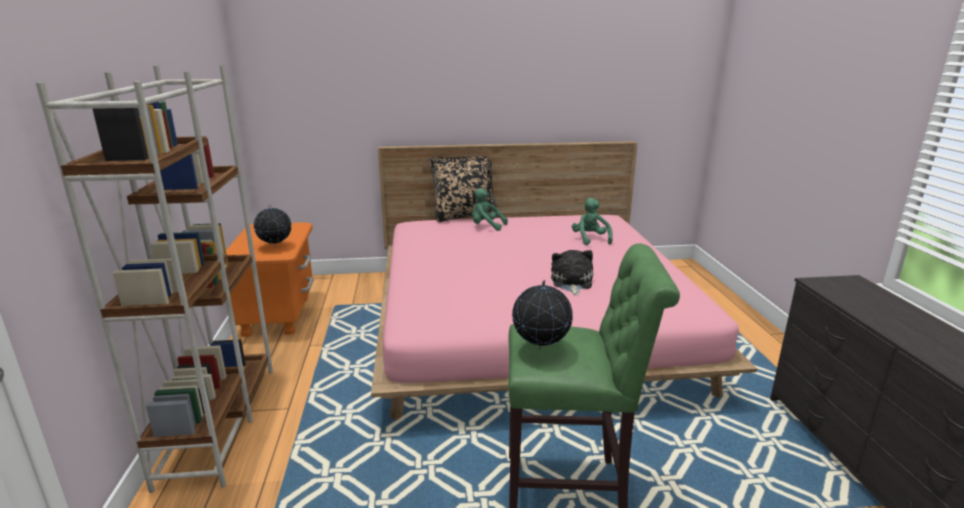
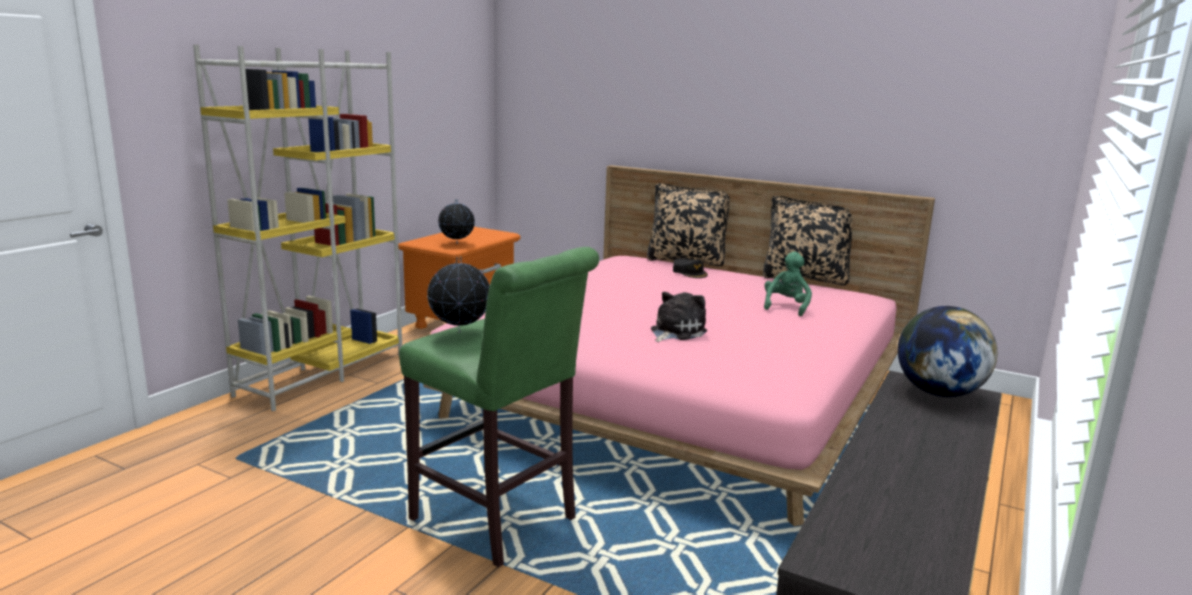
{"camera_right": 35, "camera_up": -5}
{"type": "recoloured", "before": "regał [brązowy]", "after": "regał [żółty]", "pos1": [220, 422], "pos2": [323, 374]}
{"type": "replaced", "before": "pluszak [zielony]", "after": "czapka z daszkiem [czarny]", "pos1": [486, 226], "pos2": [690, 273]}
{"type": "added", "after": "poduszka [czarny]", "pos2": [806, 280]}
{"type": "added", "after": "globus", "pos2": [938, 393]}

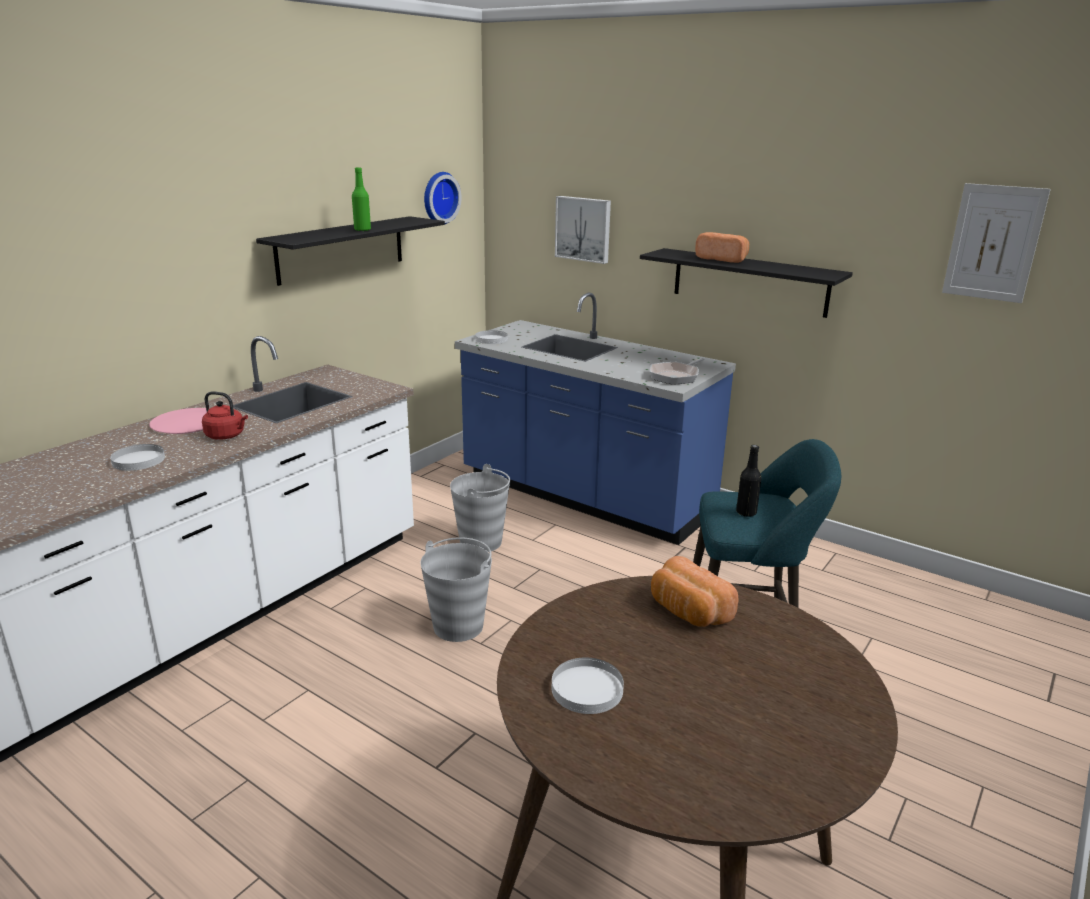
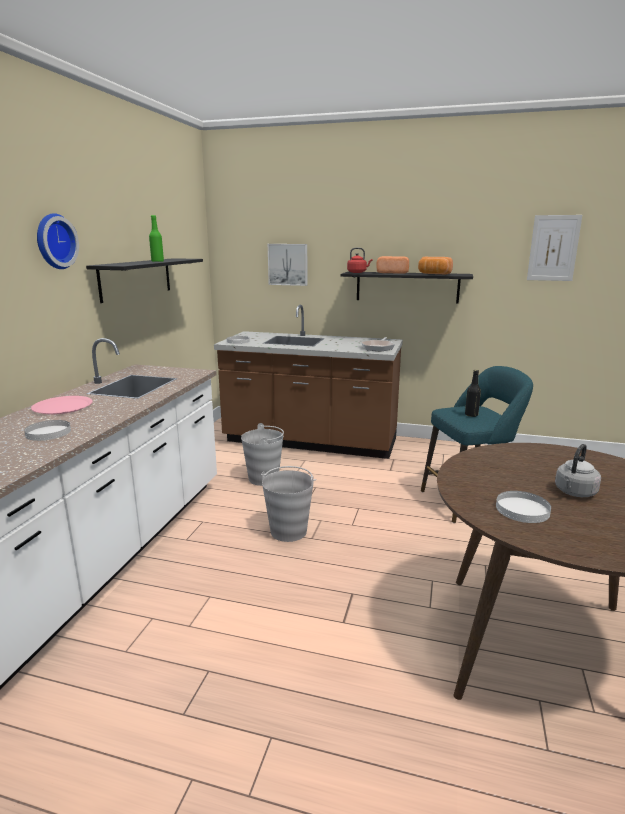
{"camera_right": -20, "camera_up": -5}
{"type": "moved", "before": "zegar ścienny", "pos1": [438, 198], "pos2": [53, 241]}
{"type": "recoloured", "before": "zabudowa kuchenna [niebieski]", "after": "zabudowa kuchenna [brązowy]", "pos1": [584, 496], "pos2": [310, 441]}
{"type": "moved", "before": "czajnik [czerwony]", "pos1": [227, 436], "pos2": [358, 272]}
{"type": "moved", "before": "chleb", "pos1": [687, 612], "pos2": [433, 274]}
{"type": "added", "after": "czajnik [szary]", "pos2": [574, 492]}

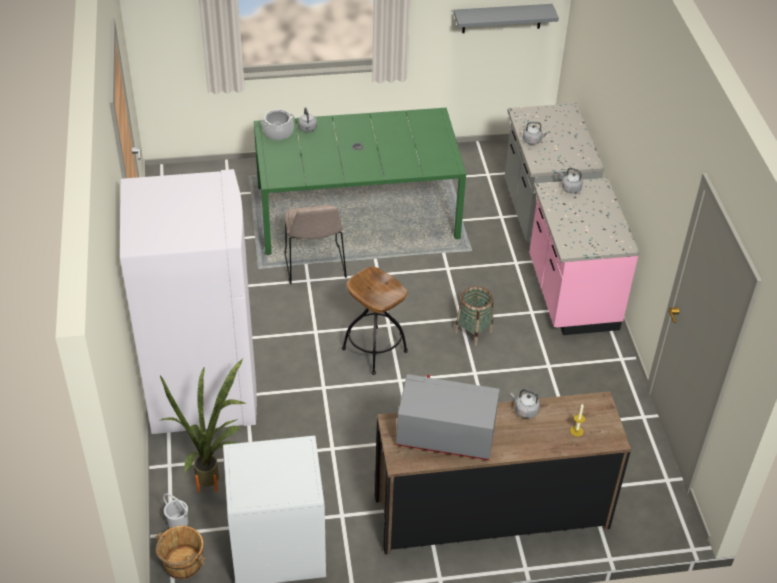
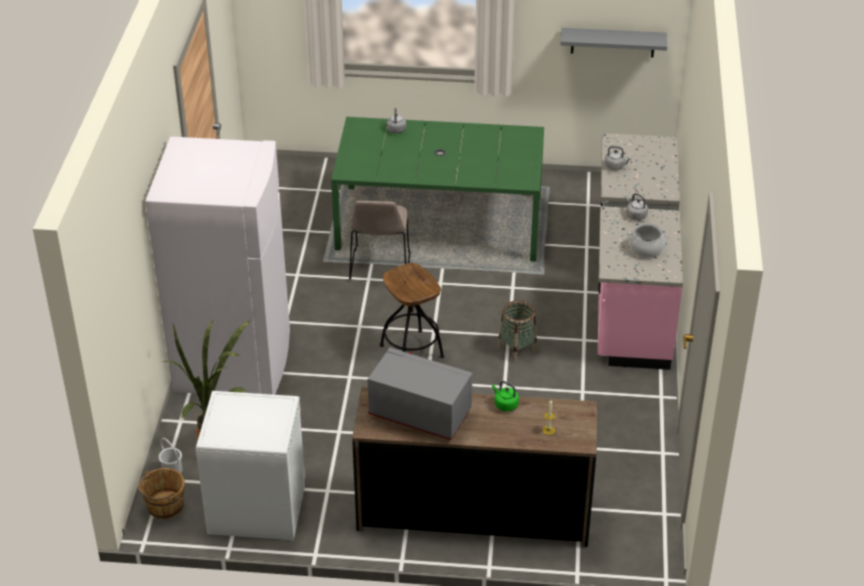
{"camera_right": 15, "camera_up": -5}
{"type": "recoloured", "before": "czajnik [szary]", "after": "czajnik [zielony]", "pos1": [524, 410], "pos2": [505, 404]}
{"type": "moved", "before": "garnek", "pos1": [278, 132], "pos2": [646, 249]}

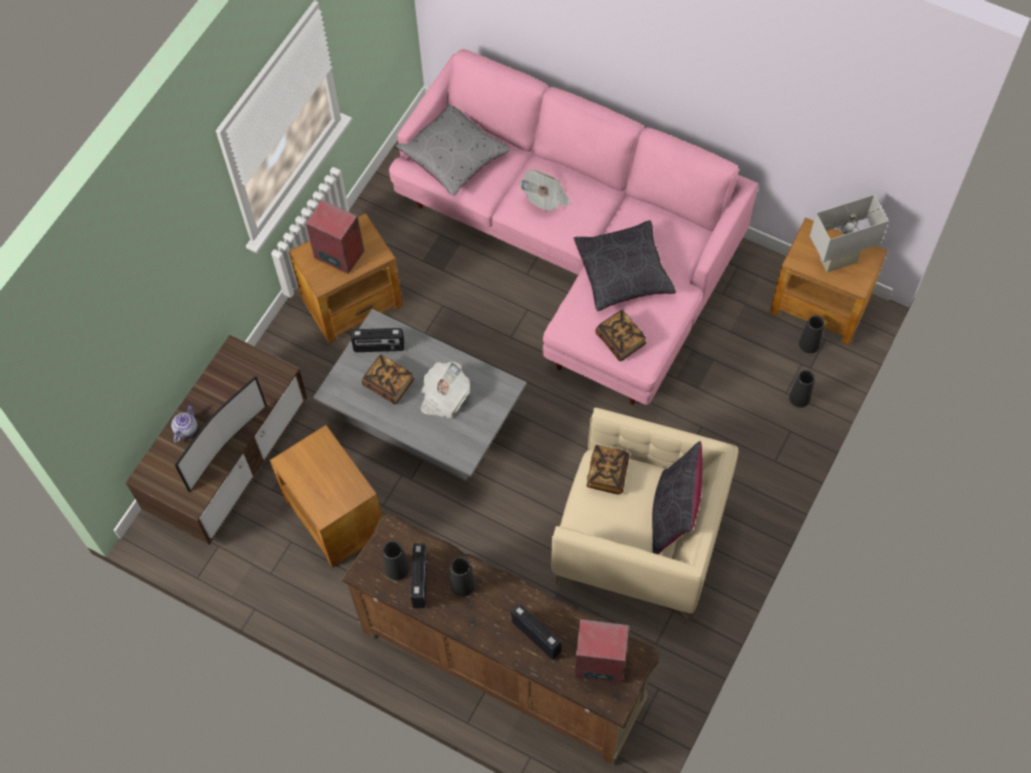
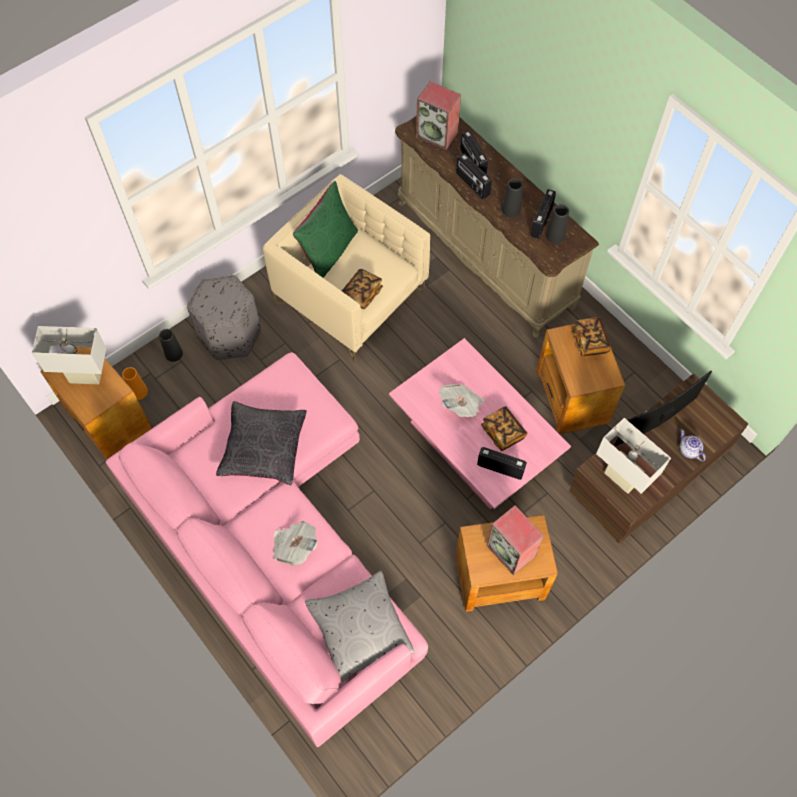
{"camera_right": -160, "camera_up": 0}
{"type": "recoloured", "before": "wazon [czarny]", "after": "wazon [pomarańczowy]", "pos1": [809, 344], "pos2": [138, 391]}
{"type": "added", "after": "pufa [szary]", "pos2": [230, 335]}
{"type": "recoloured", "before": "poduszka [czarny]", "after": "poduszka [zielony]", "pos1": [673, 515], "pos2": [328, 251]}
{"type": "recoloured", "before": "ława [szary]", "after": "ława [różowy]", "pos1": [425, 420], "pos2": [474, 445]}
{"type": "added", "after": "radio", "pos2": [472, 184]}
{"type": "moved", "before": "książka", "pos1": [620, 340], "pos2": [589, 341]}
{"type": "added", "after": "lampa stołowa [biały]", "pos2": [621, 478]}
{"type": "turned", "before": "imbryk", "pos1": [186, 428], "pos2": [688, 450], "turn": 105}

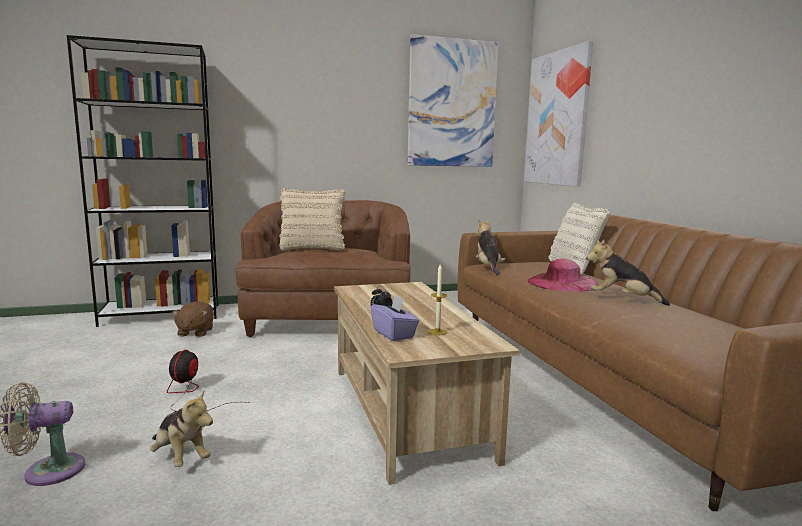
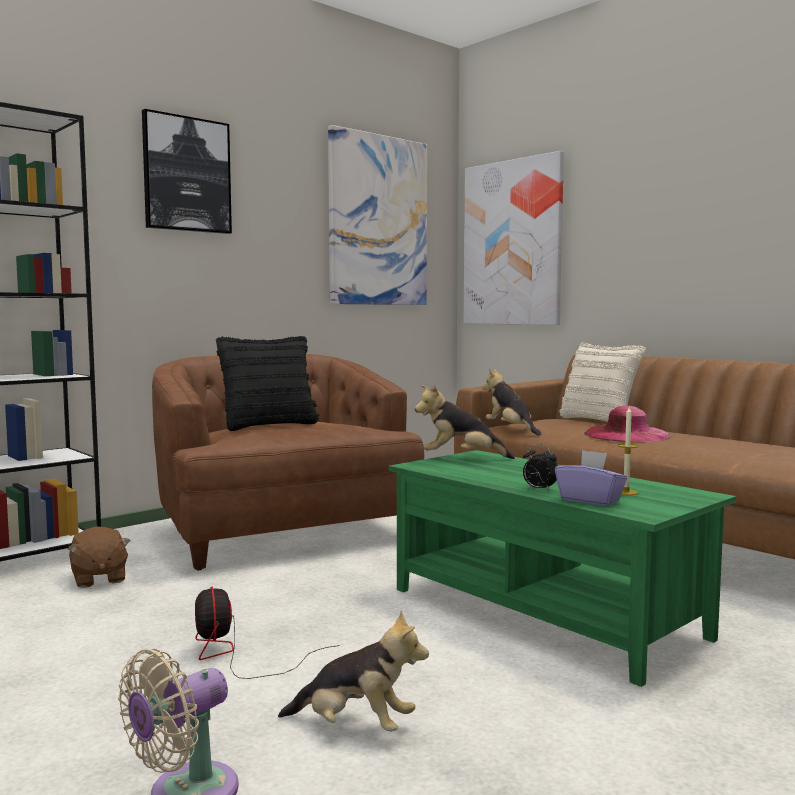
{"camera_right": -25, "camera_up": -5}
{"type": "added", "after": "obraz", "pos2": [186, 174]}
{"type": "recoloured", "before": "poduszka [beżowy]", "after": "poduszka [czarny]", "pos1": [313, 249], "pos2": [269, 426]}
{"type": "recoloured", "before": "ława [beżowy]", "after": "ława [zielony]", "pos1": [407, 411], "pos2": [545, 613]}
{"type": "moved", "before": "pluszak", "pos1": [622, 300], "pos2": [461, 459]}

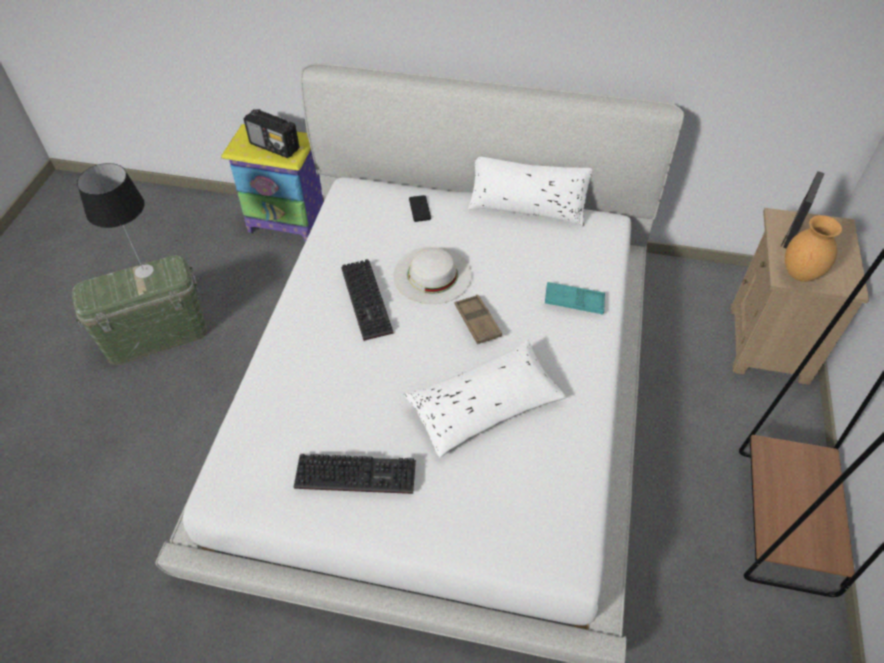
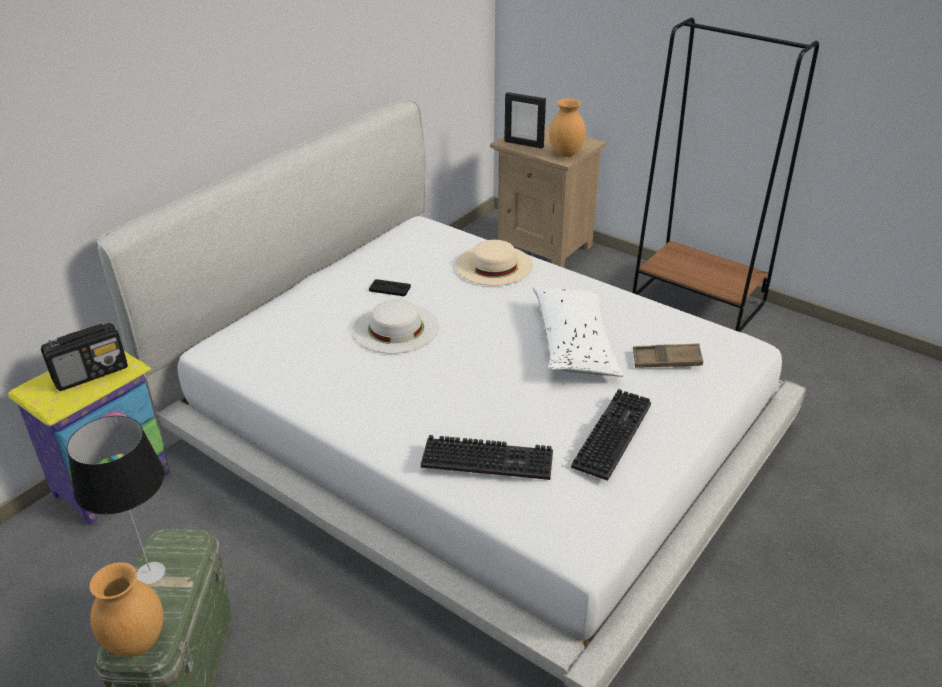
{"camera_right": -65, "camera_up": -15}
{"type": "added", "after": "wazon [brązowy]", "pos2": [137, 642]}
{"type": "moved", "before": "pad do gier [czarny]", "pos1": [419, 209], "pos2": [389, 288]}
{"type": "moved", "before": "klawiatura", "pos1": [369, 301], "pos2": [490, 458]}
{"type": "replaced", "before": "taca [turkusowy]", "after": "kapelusz [beżowy]", "pos1": [574, 301], "pos2": [494, 265]}
{"type": "turned", "before": "ramka na zdjęcie", "pos1": [791, 233], "pos2": [524, 143], "turn": 150}
{"type": "moved", "before": "taca [brązowy]", "pos1": [477, 322], "pos2": [666, 360]}
{"type": "removed", "before": "poduszka [biały]", "pos1": [527, 208]}

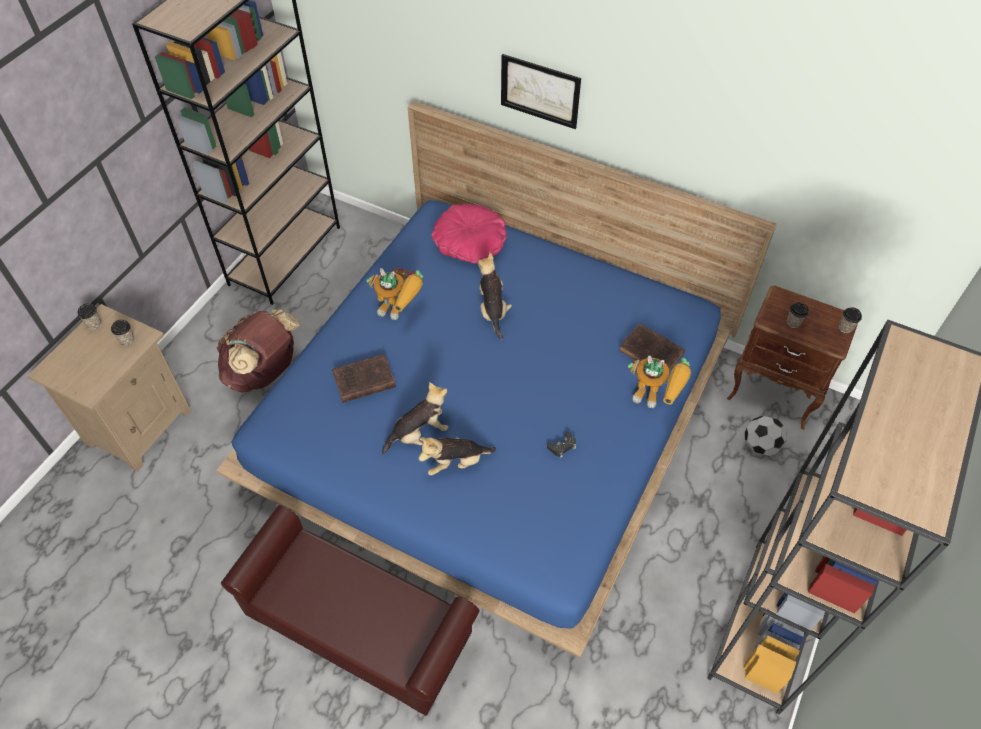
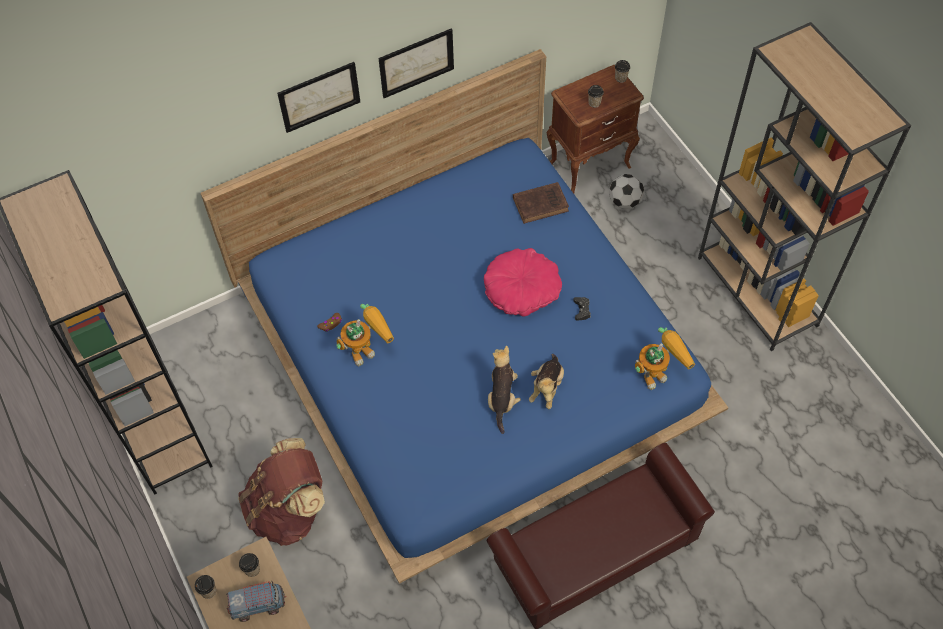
{"camera_right": -55, "camera_up": 5}
{"type": "added", "after": "ciężarówka zabawkowa", "pos2": [258, 605]}
{"type": "added", "after": "obraz", "pos2": [416, 63]}
{"type": "moved", "before": "poduszka [różowy]", "pos1": [471, 241], "pos2": [521, 287]}
{"type": "moved", "before": "robot zabawkowy", "pos1": [656, 398], "pos2": [659, 372]}
{"type": "removed", "before": "książka [brązowy]", "pos1": [362, 381]}
{"type": "removed", "before": "pluszak", "pos1": [492, 310]}

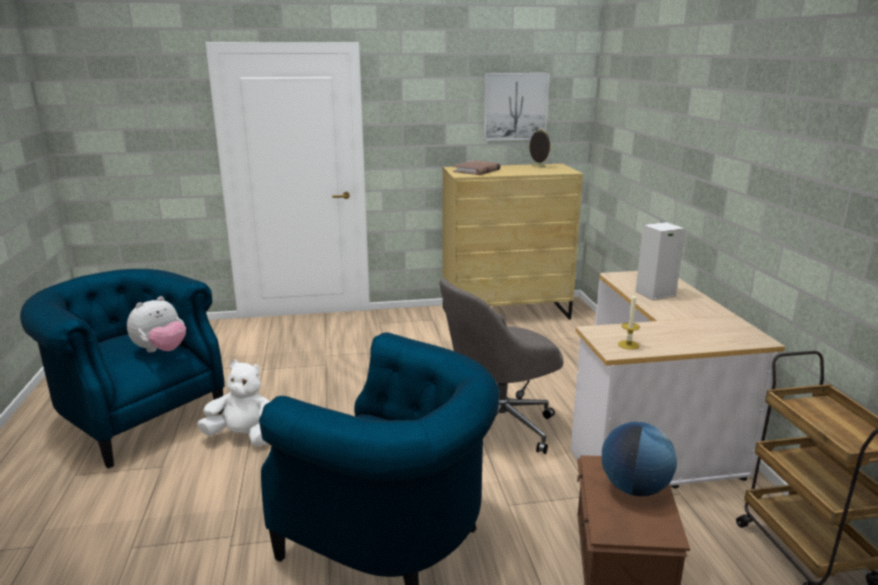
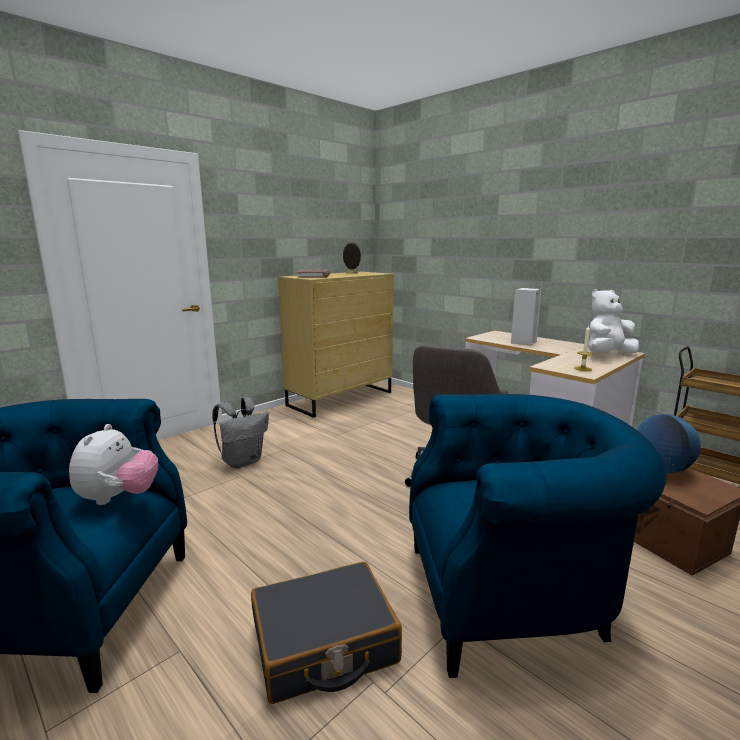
{"camera_right": -35, "camera_up": -5}
{"type": "added", "after": "plecak [szary]", "pos2": [243, 461]}
{"type": "added", "after": "walizka [czarny]", "pos2": [324, 644]}
{"type": "moved", "before": "pluszak [biały]", "pos1": [244, 437], "pos2": [607, 355]}
{"type": "removed", "before": "obraz", "pos1": [515, 106]}

